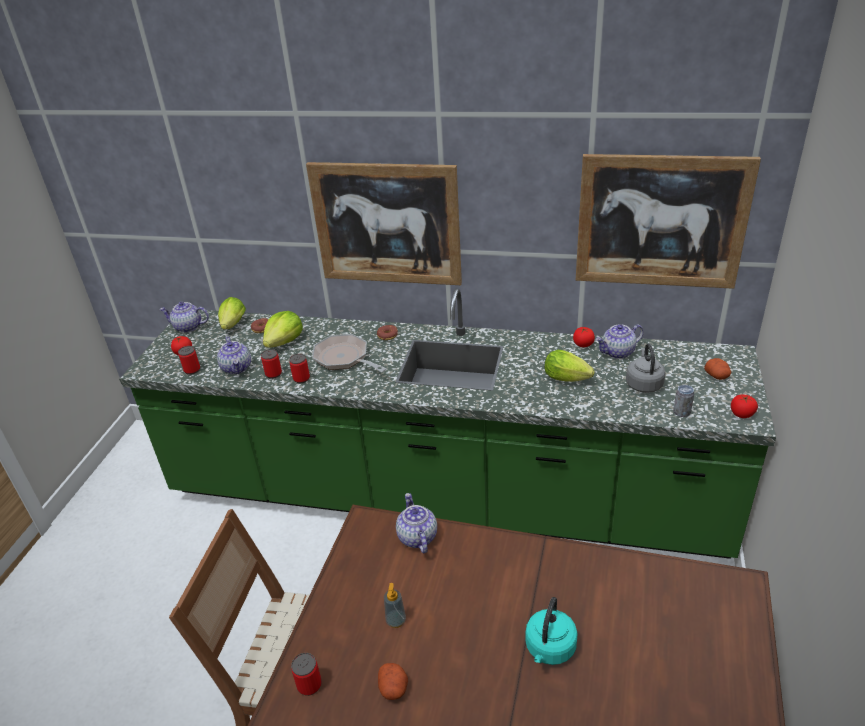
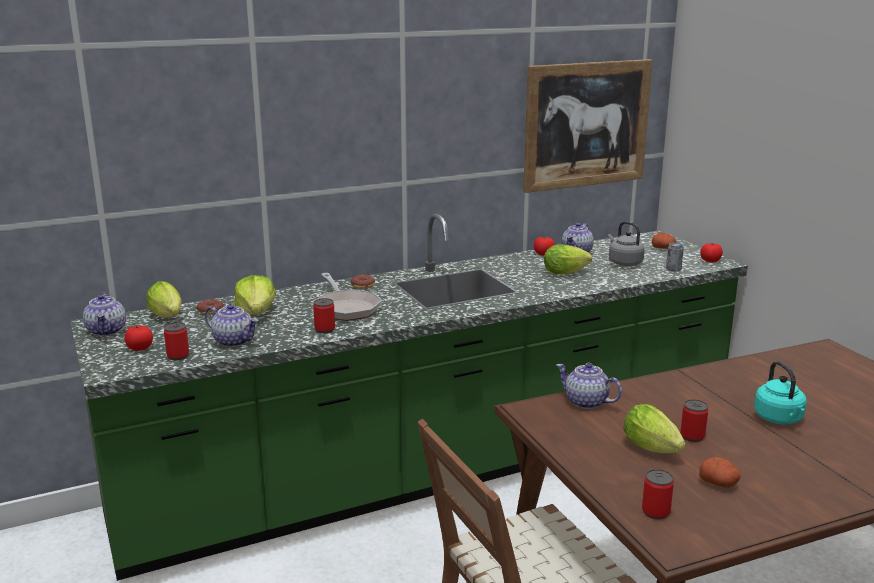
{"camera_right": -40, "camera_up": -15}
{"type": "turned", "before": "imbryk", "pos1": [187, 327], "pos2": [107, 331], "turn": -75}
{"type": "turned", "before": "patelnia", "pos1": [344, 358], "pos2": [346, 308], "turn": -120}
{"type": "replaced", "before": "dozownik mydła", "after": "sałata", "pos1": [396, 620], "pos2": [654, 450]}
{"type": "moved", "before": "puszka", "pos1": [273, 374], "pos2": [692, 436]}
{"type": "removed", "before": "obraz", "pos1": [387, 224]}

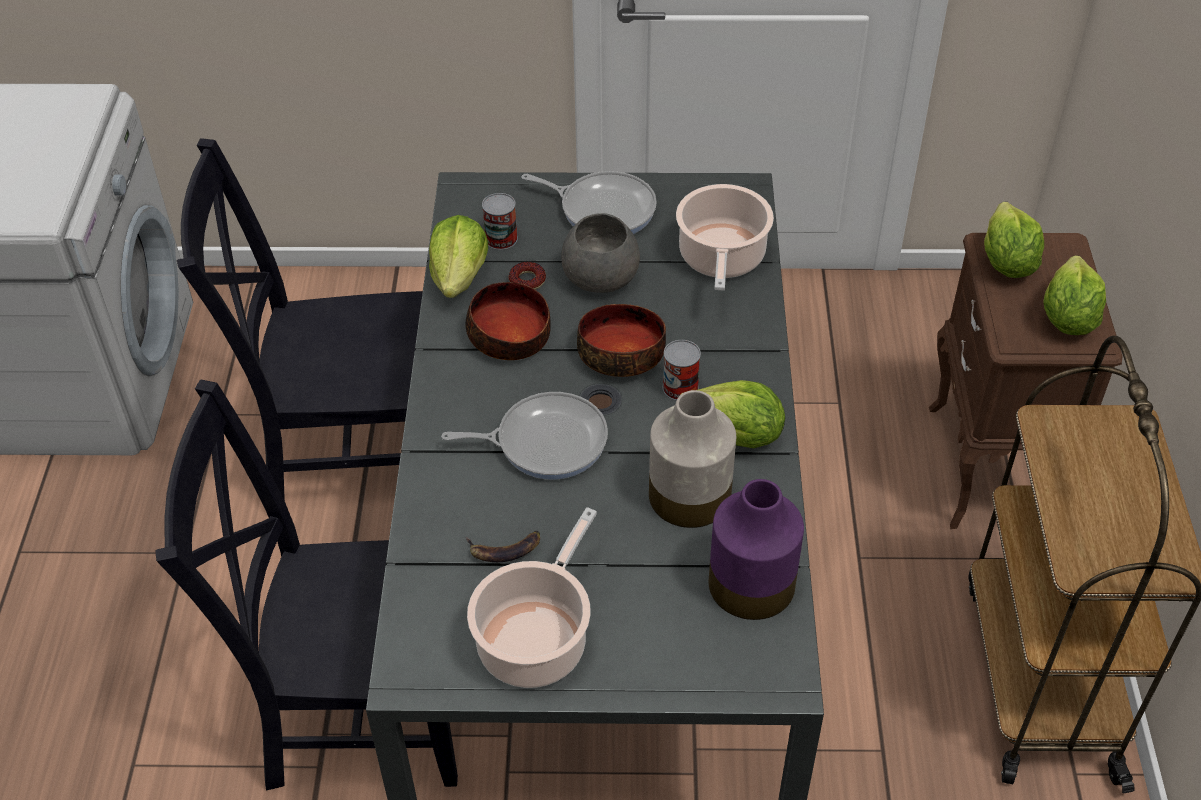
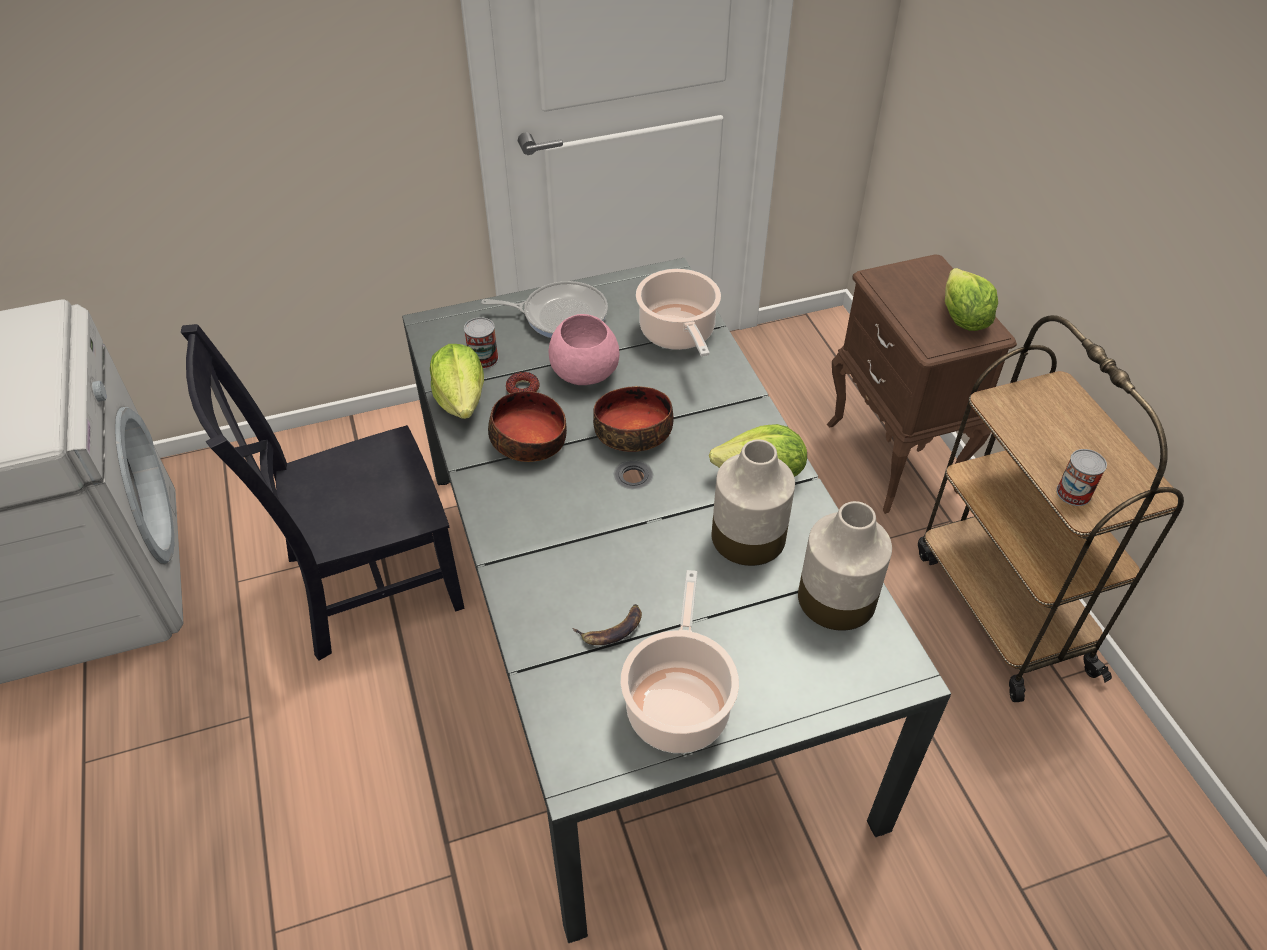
{"camera_right": -20, "camera_up": 0}
{"type": "recoloured", "before": "miska [szary]", "after": "miska [różowy]", "pos1": [600, 275], "pos2": [584, 370]}
{"type": "recoloured", "before": "wazon [fioletowy]", "after": "wazon [beżowy]", "pos1": [750, 582], "pos2": [835, 597]}
{"type": "moved", "before": "puszka", "pos1": [680, 387], "pos2": [1073, 493]}
{"type": "removed", "before": "krzesło [czarny]", "pos1": [358, 708]}
{"type": "removed", "before": "patelnia", "pos1": [545, 441]}
{"type": "removed", "before": "sałata", "pos1": [1006, 262]}

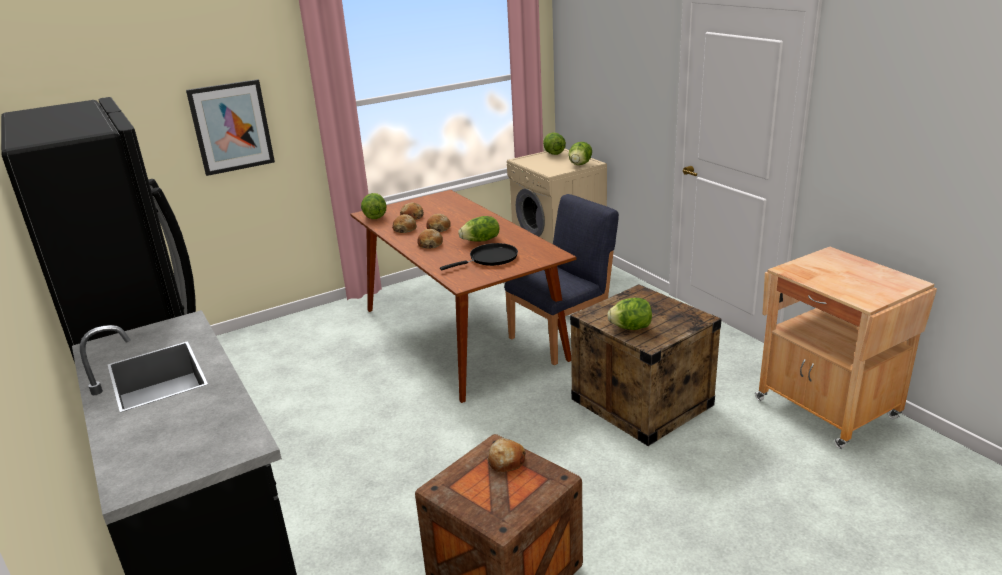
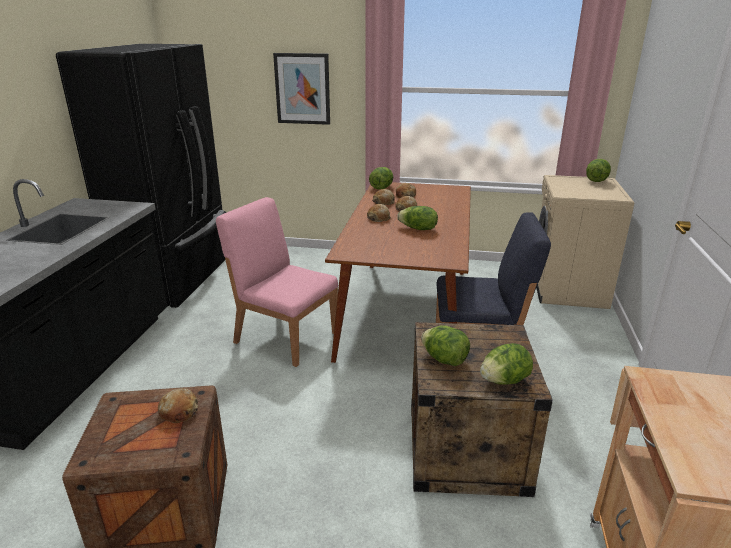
{"camera_right": 40, "camera_up": 0}
{"type": "added", "after": "krzesło [różowy]", "pos2": [285, 337]}
{"type": "moved", "before": "sałata", "pos1": [580, 164], "pos2": [504, 381]}
{"type": "removed", "before": "patelnia [czarny]", "pos1": [490, 259]}

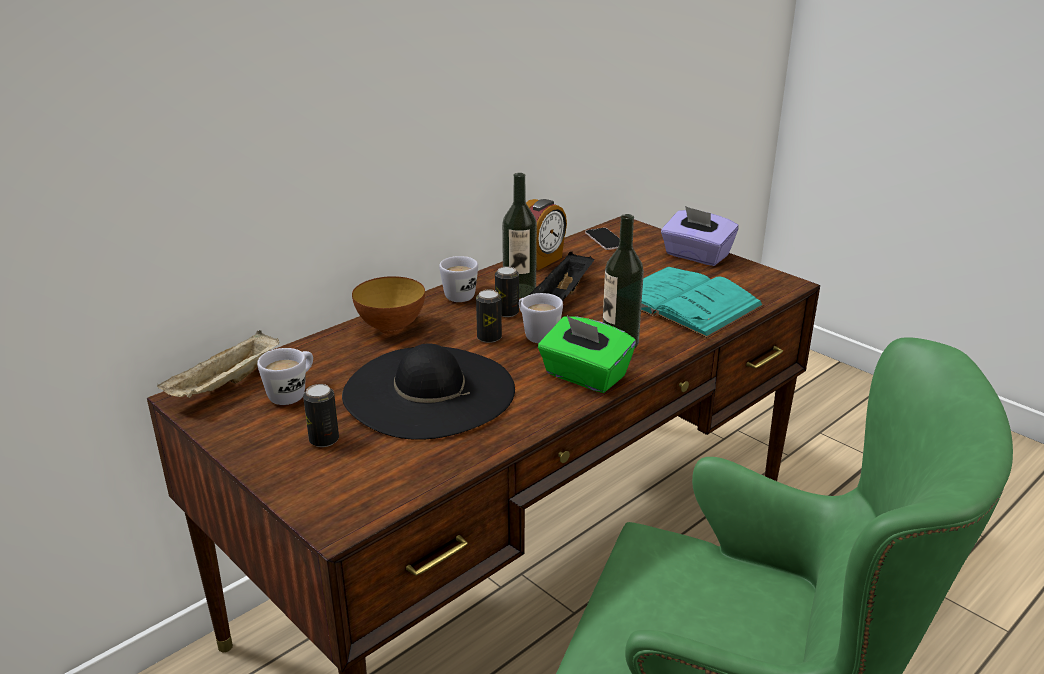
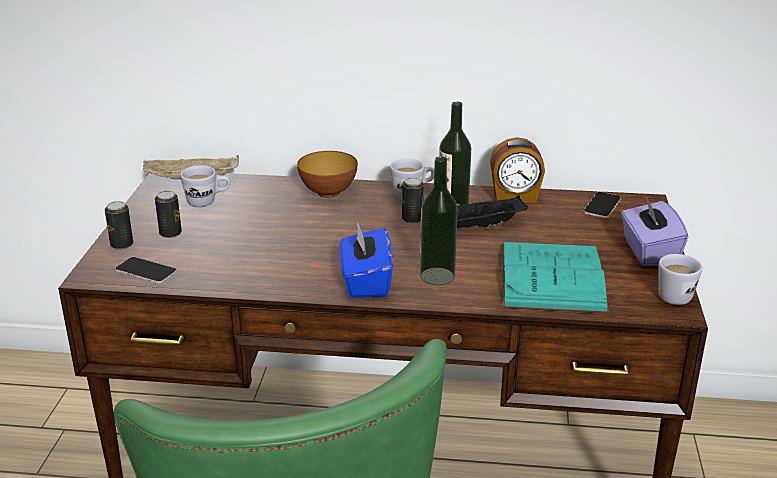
{"camera_right": 50, "camera_up": 0}
{"type": "moved", "before": "puszka", "pos1": [489, 338], "pos2": [122, 245]}
{"type": "added", "after": "telefon", "pos2": [146, 271]}
{"type": "recoloured", "before": "pudełko chusteczek [zielony]", "after": "pudełko chusteczek [niebieski]", "pos1": [584, 376], "pos2": [366, 282]}
{"type": "moved", "before": "kubek [biały]", "pos1": [536, 334], "pos2": [674, 294]}
{"type": "removed", "before": "kapelusz [czarny]", "pos1": [429, 391]}

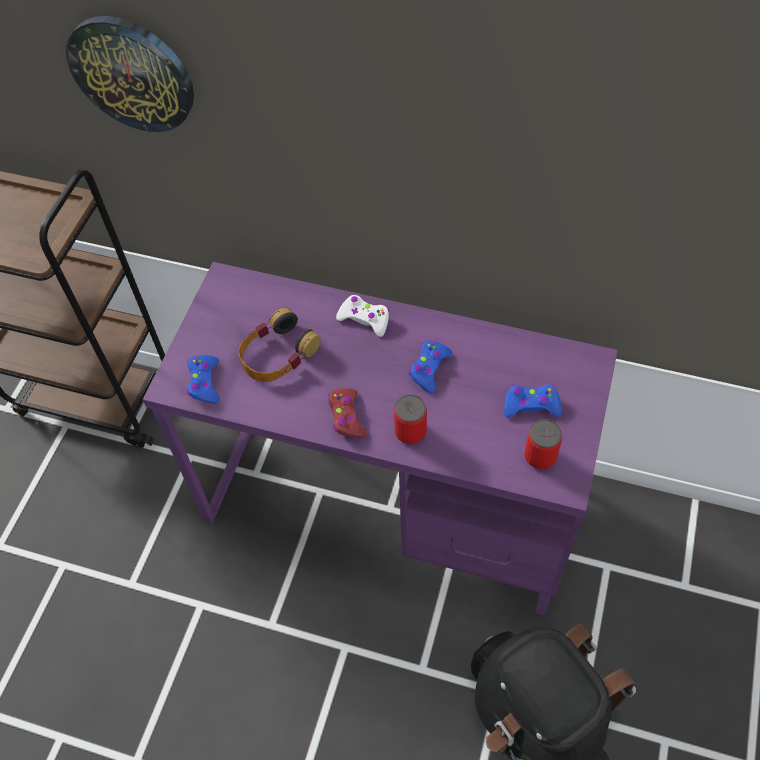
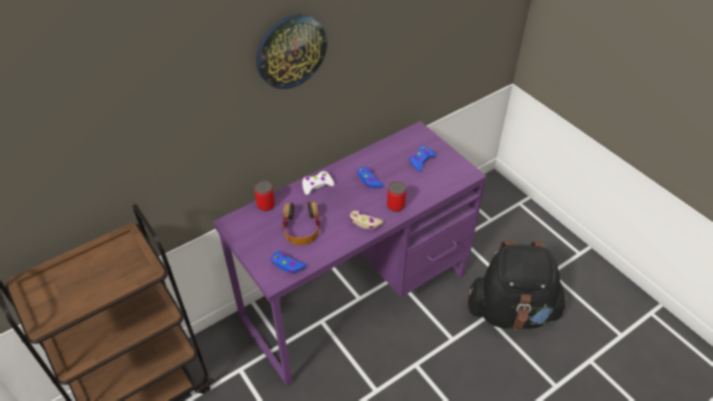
{"camera_right": -55, "camera_up": -10}
{"type": "moved", "before": "puszka", "pos1": [540, 456], "pos2": [266, 205]}
{"type": "moved", "before": "zegar ścienny", "pos1": [132, 73], "pos2": [290, 51]}
{"type": "recoloured", "before": "pad do gier [czerwony]", "after": "pad do gier [beżowy]", "pos1": [346, 417], "pos2": [365, 223]}

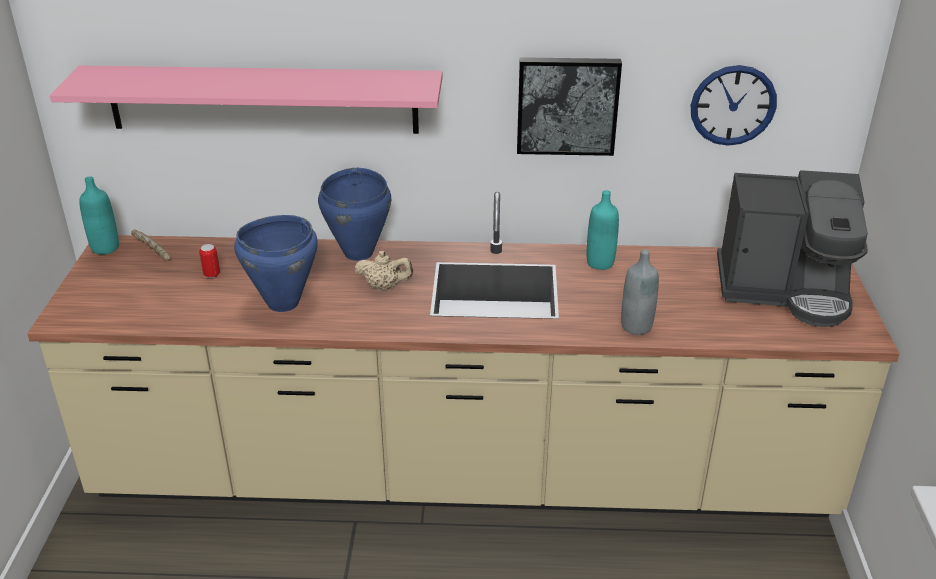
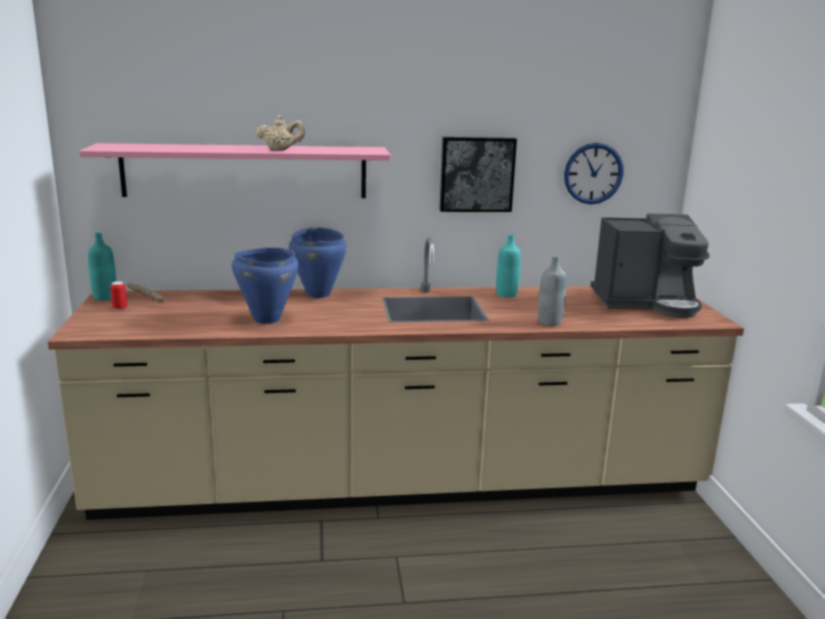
{"camera_right": -10, "camera_up": -15}
{"type": "moved", "before": "puszka", "pos1": [212, 275], "pos2": [120, 308]}
{"type": "moved", "before": "imbryk [beżowy]", "pos1": [385, 286], "pos2": [280, 150]}

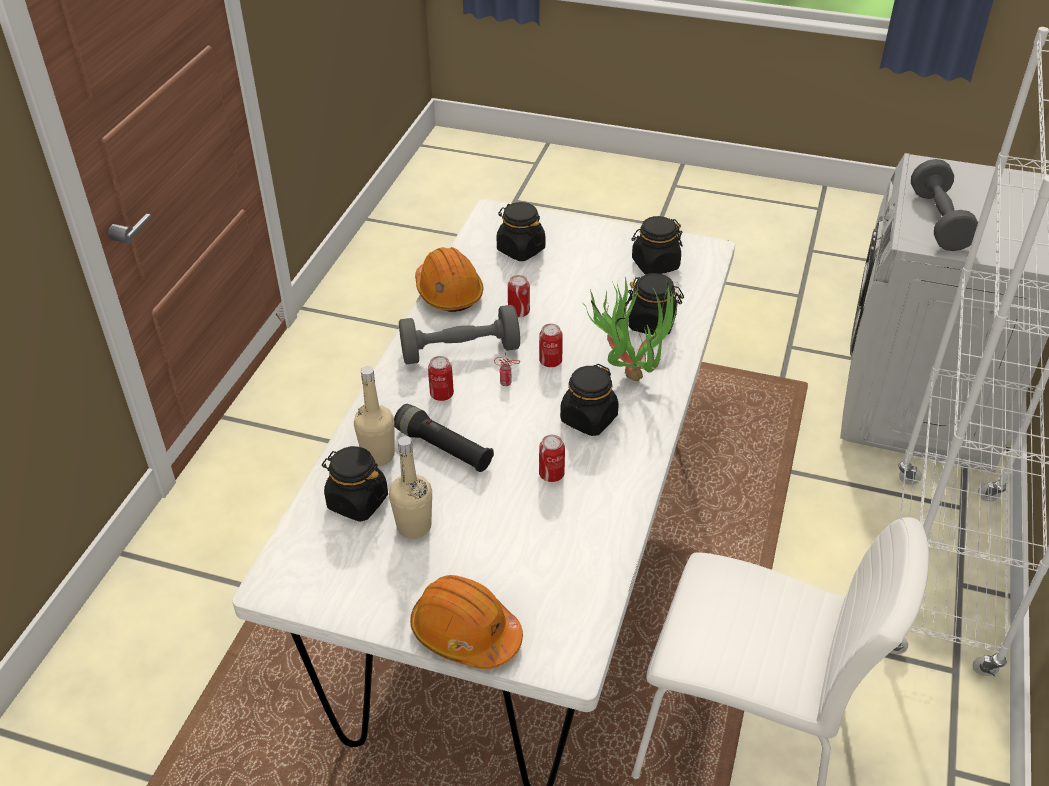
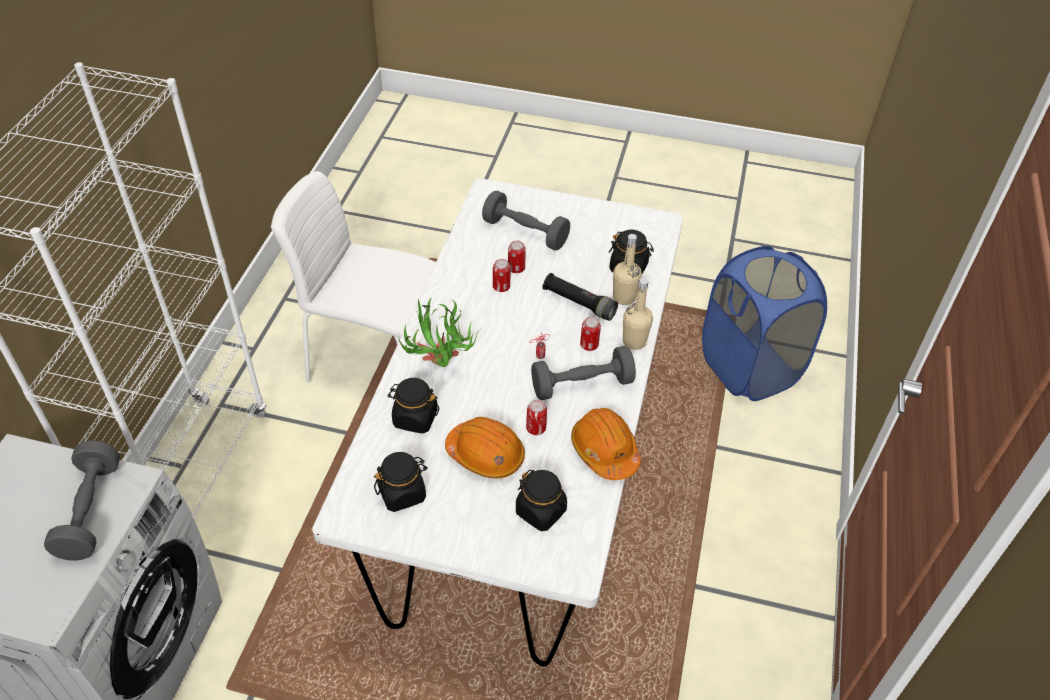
{"camera_right": 175, "camera_up": 5}
{"type": "moved", "before": "kask [pomarańczowy]", "pos1": [465, 633], "pos2": [486, 455]}
{"type": "added", "after": "hantel [szary]", "pos2": [525, 232]}
{"type": "moved", "before": "puszka", "pos1": [550, 361], "pos2": [516, 268]}
{"type": "moved", "before": "butelka [beżowy]", "pos1": [414, 526], "pos2": [634, 341]}
{"type": "added", "after": "kosz na pranie [niebieski]", "pos2": [749, 368]}
{"type": "removed", "before": "słoik [czarny]", "pos1": [588, 419]}

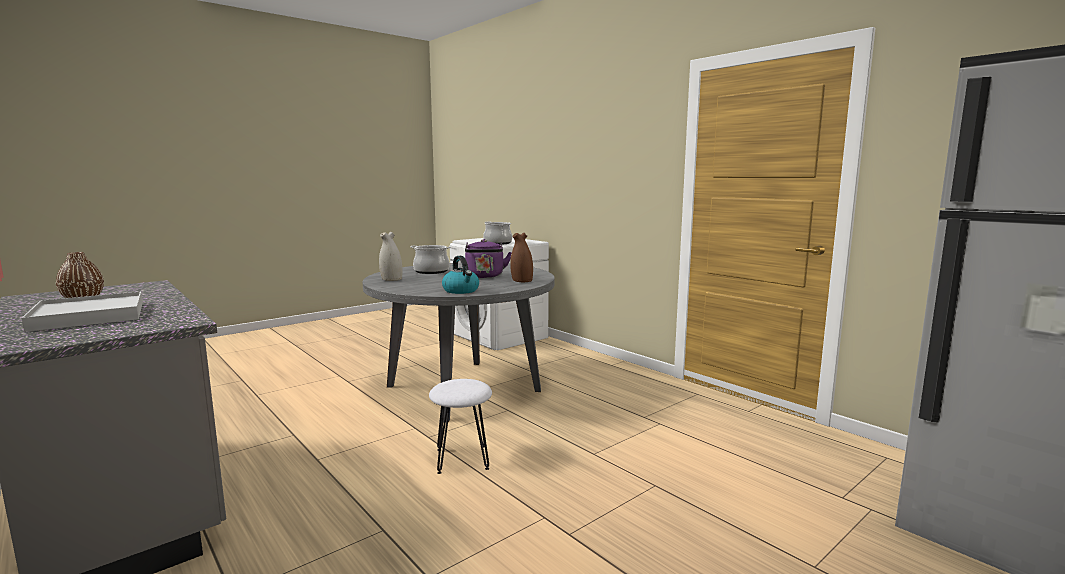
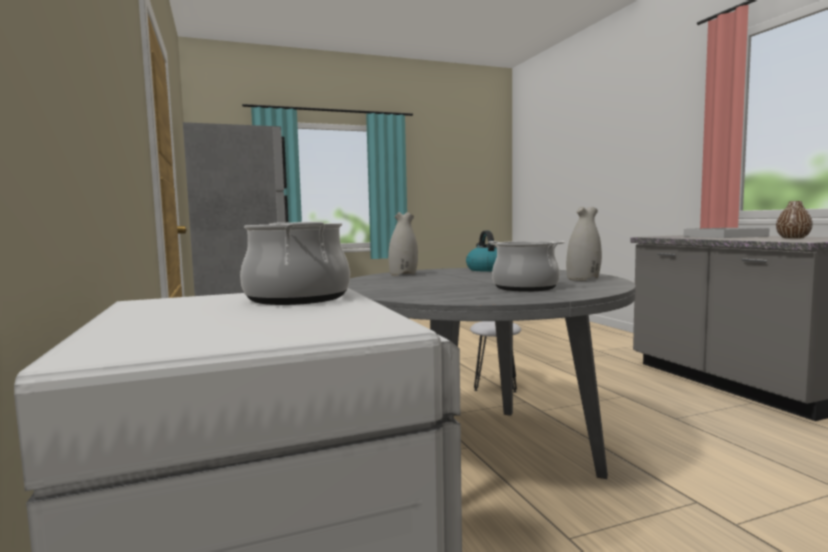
{"camera_right": -160, "camera_up": -5}
{"type": "recoloured", "before": "wazon [brązowy]", "after": "wazon [biały]", "pos1": [521, 281], "pos2": [403, 275]}
{"type": "removed", "before": "czajnik [fioletowy]", "pos1": [485, 276]}

